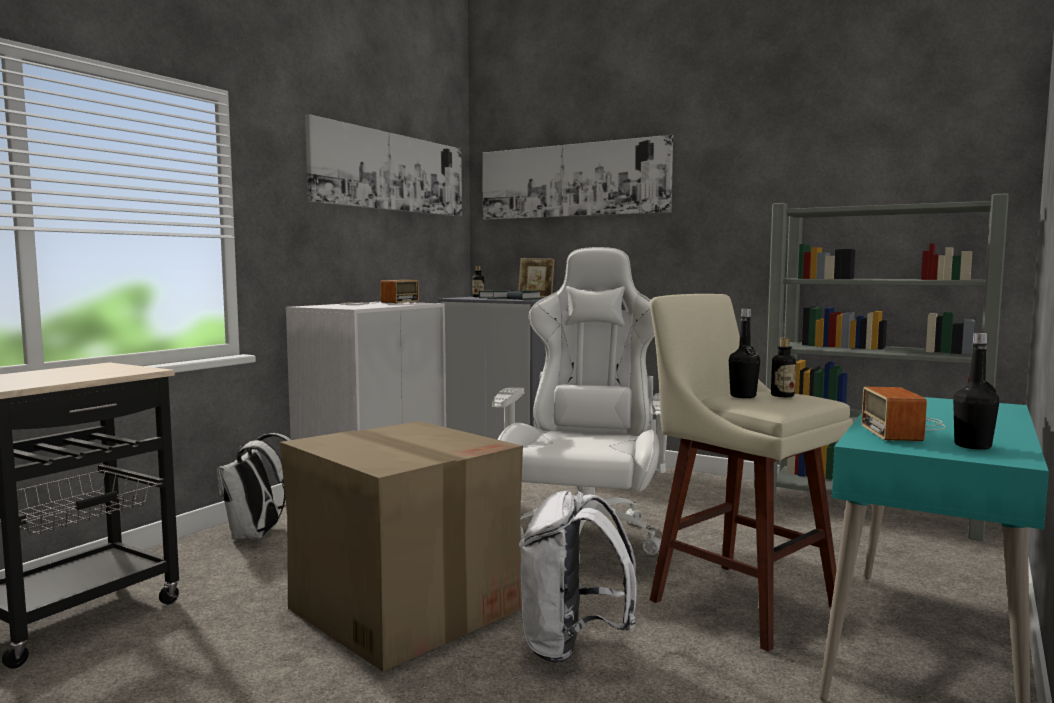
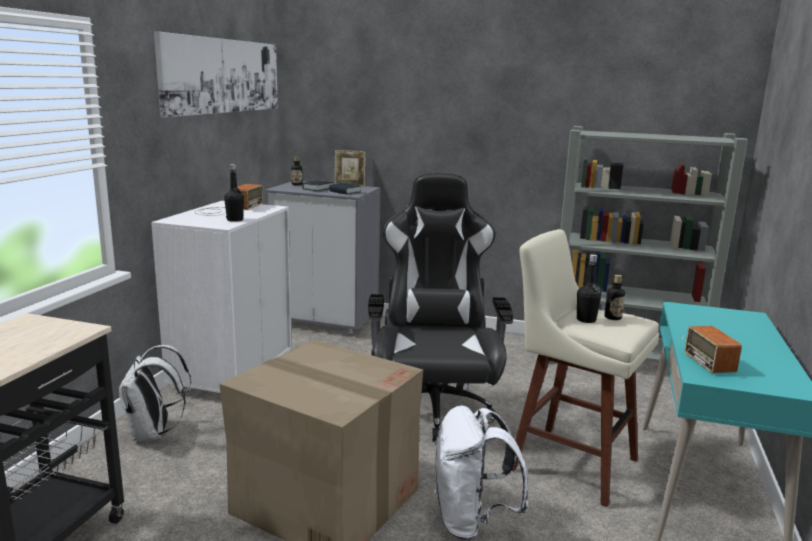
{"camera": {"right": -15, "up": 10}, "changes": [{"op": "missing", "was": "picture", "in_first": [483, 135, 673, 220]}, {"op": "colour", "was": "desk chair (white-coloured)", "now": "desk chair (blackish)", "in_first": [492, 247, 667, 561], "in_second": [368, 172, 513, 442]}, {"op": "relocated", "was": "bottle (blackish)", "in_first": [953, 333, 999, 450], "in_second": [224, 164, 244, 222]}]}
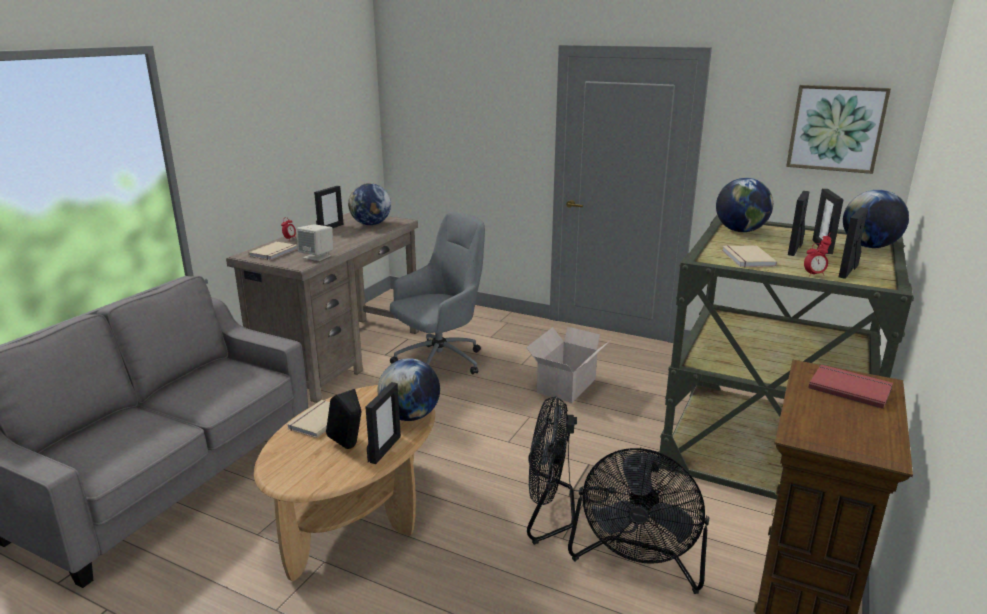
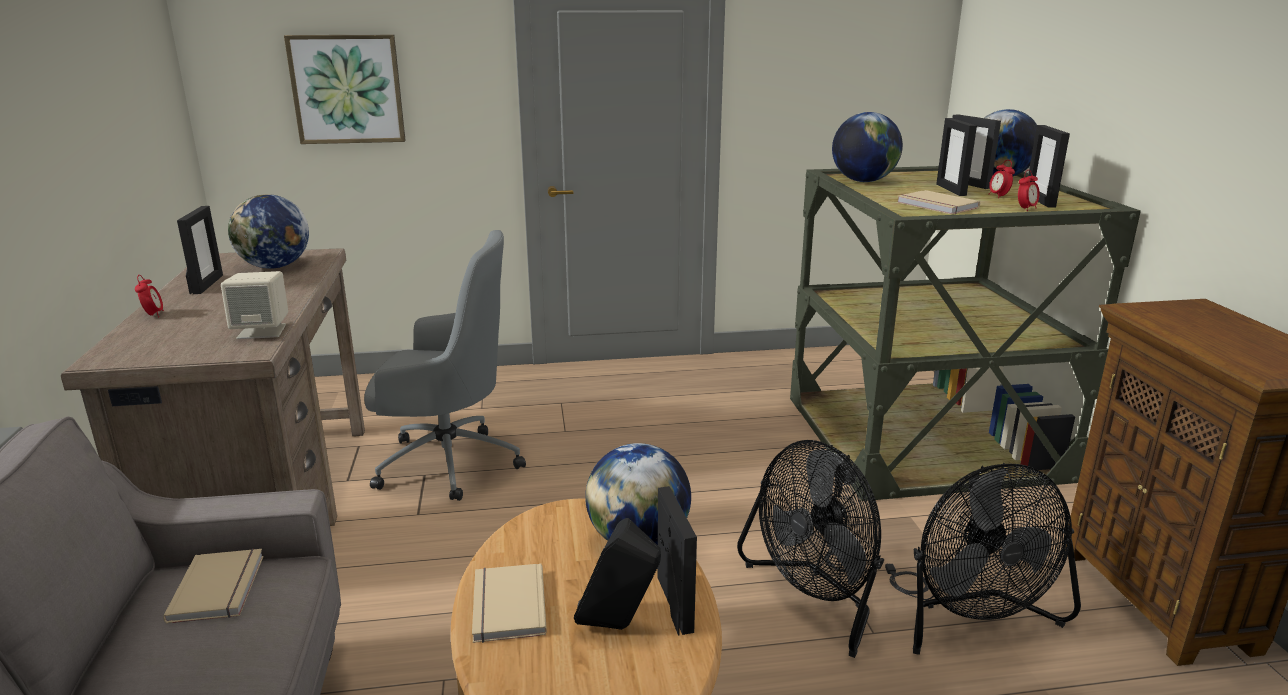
{"camera": {"right": -35, "up": 0}, "changes": [{"op": "relocated", "was": "book (beige-coloured)", "in_first": [248, 242, 298, 260], "in_second": [163, 549, 264, 624]}, {"op": "spun", "was": "desk chair (greyish)", "in_first": [390, 212, 485, 374], "in_second": [364, 230, 526, 501], "clockwise": 75}, {"op": "missing", "was": "packing box", "in_first": [526, 327, 610, 403]}, {"op": "relocated", "was": "picture", "in_first": [786, 85, 891, 174], "in_second": [284, 34, 405, 144]}, {"op": "missing", "was": "book (red-coloured)", "in_first": [809, 365, 893, 409]}]}
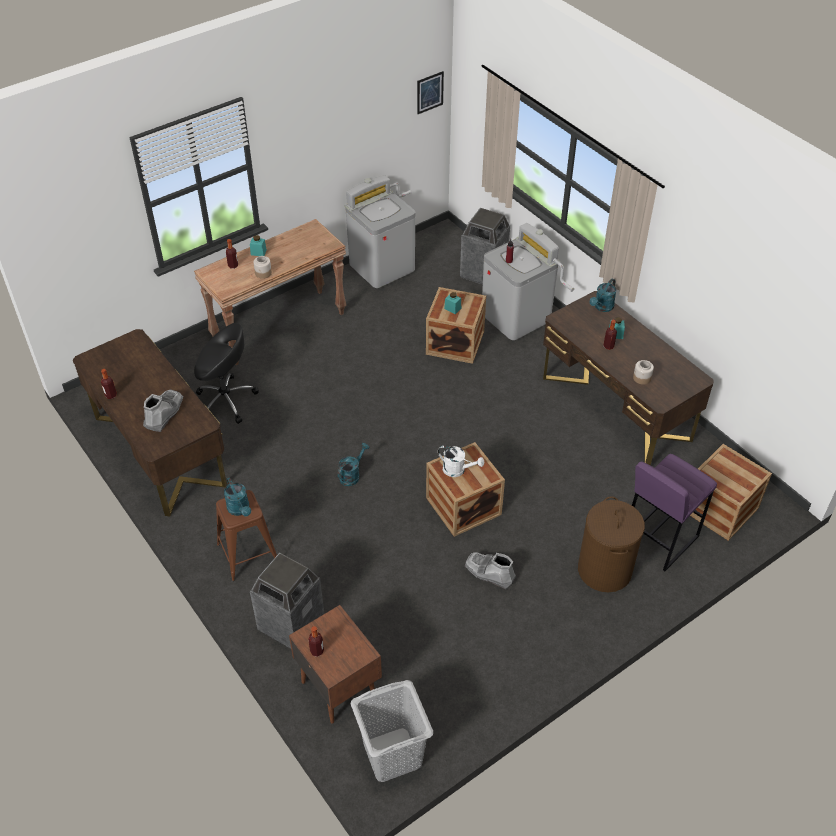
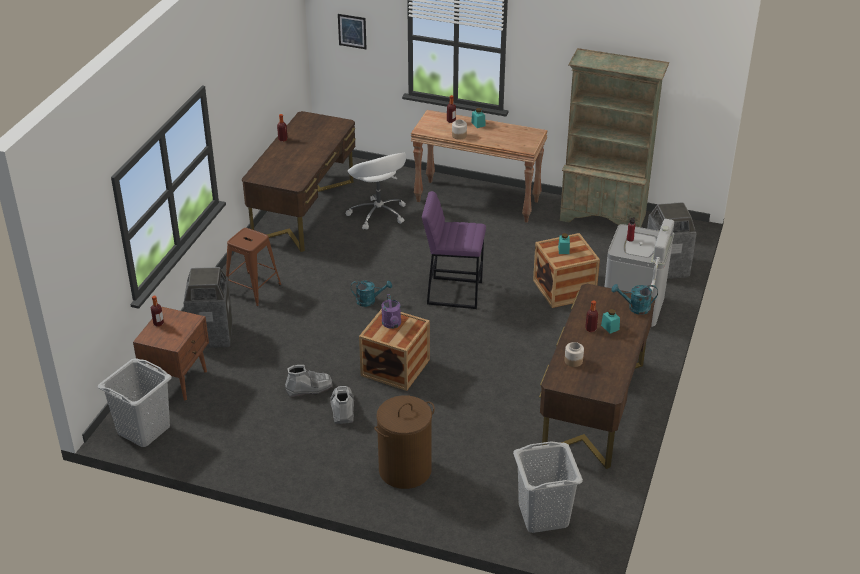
{"camera": {"right": 55, "up": -10}, "changes": [{"op": "relocated", "was": "tall boot (greyish)", "in_first": [143, 390, 184, 432], "in_second": [285, 365, 333, 397]}, {"op": "colour", "was": "desk chair (blackish)", "now": "desk chair (white-coloured)", "in_first": [194, 323, 259, 424], "in_second": [346, 153, 406, 230]}, {"op": "missing", "was": "watering can (turquoise-coloured)", "in_first": [224, 477, 251, 516]}, {"op": "exchanged", "was": "laundry machine (greyish)", "now": "shelving unit (green-coloured)", "in_first": [344, 175, 415, 288], "in_second": [560, 48, 670, 227]}, {"op": "relocated", "was": "picture", "in_first": [417, 71, 444, 114], "in_second": [338, 14, 367, 49]}, {"op": "colour", "was": "watering can (white-coloured)", "now": "watering can (purplish)", "in_first": [438, 445, 484, 477], "in_second": [381, 294, 401, 329]}, {"op": "relocated", "was": "stool (purplish)", "in_first": [632, 454, 717, 571], "in_second": [422, 191, 486, 309]}, {"op": "exchanged", "was": "crate", "now": "laundry basket (greyish)", "in_first": [690, 444, 772, 541], "in_second": [513, 441, 583, 533]}]}
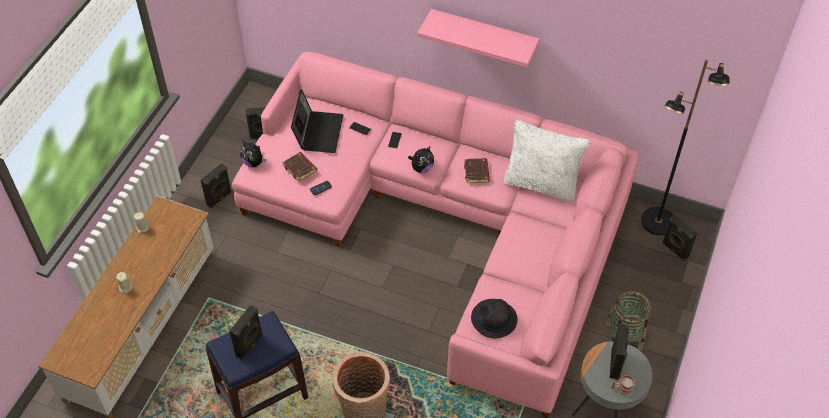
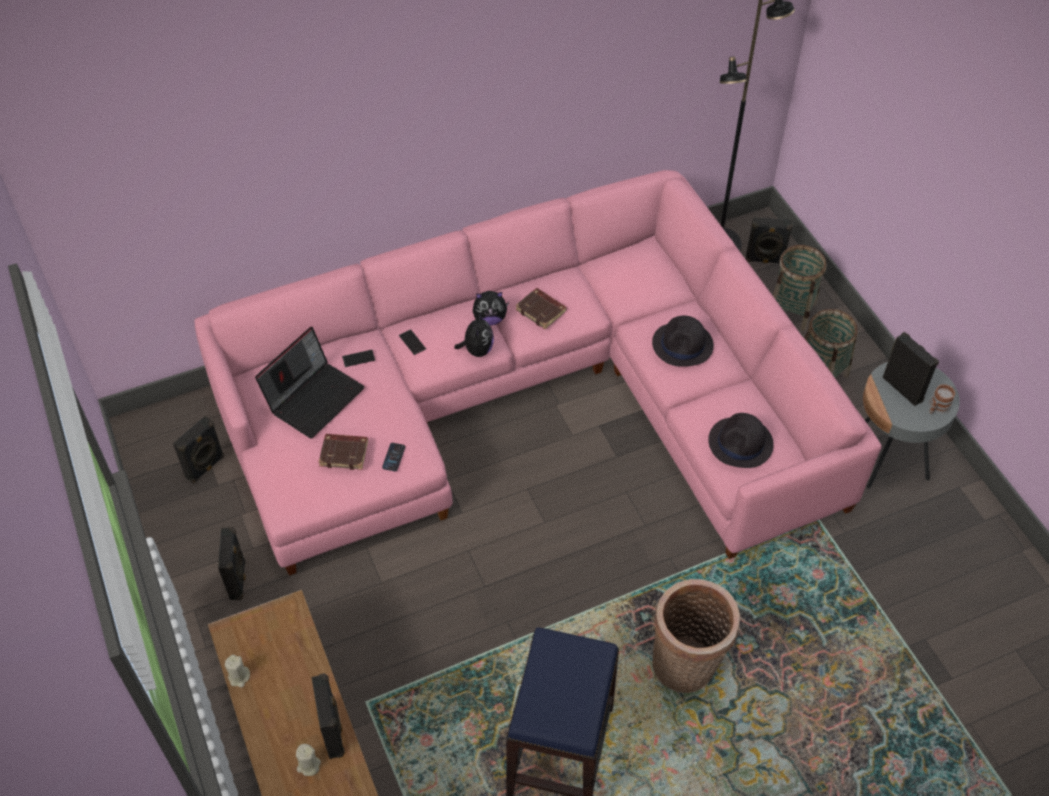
{"camera": {"right": -45, "up": 0}, "changes": [{"op": "relocated", "was": "loudspeaker (blackish)", "in_first": [229, 305, 263, 360], "in_second": [311, 673, 345, 759]}, {"op": "relocated", "was": "soft toy", "in_first": [240, 141, 267, 167], "in_second": [473, 291, 509, 326]}, {"op": "spun", "was": "notebook computer", "in_first": [291, 89, 343, 153], "in_second": [255, 327, 365, 438], "clockwise": 75}, {"op": "missing", "was": "shelf (pink)", "in_first": [417, 9, 540, 67]}, {"op": "missing", "was": "throw pillow (white-coloured)", "in_first": [504, 120, 591, 202]}, {"op": "appeared", "now": "wearable hat (blackish)", "in_second": [652, 316, 714, 366]}, {"op": "appeared", "now": "storage basket", "in_second": [773, 245, 827, 331]}]}
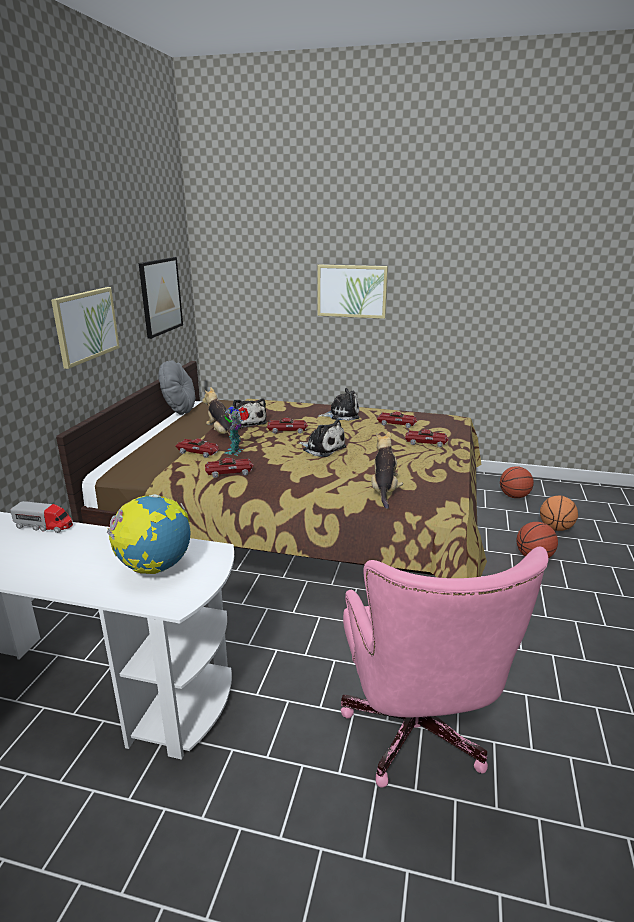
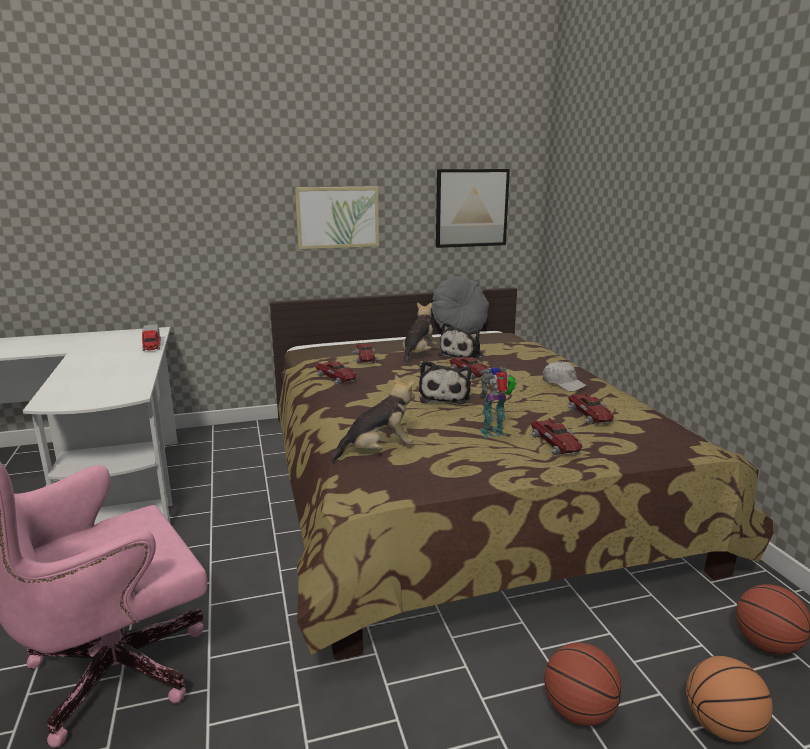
{"camera": {"right": 60, "up": -5}, "changes": [{"op": "missing", "was": "globe", "in_first": [107, 494, 190, 574]}, {"op": "relocated", "was": "toy robot", "in_first": [224, 406, 249, 456], "in_second": [479, 367, 517, 438]}, {"op": "missing", "was": "picture", "in_first": [318, 264, 388, 319]}, {"op": "exchanged", "was": "soft toy", "now": "cap (white-coloured)", "in_first": [318, 388, 360, 421], "in_second": [543, 361, 587, 392]}]}
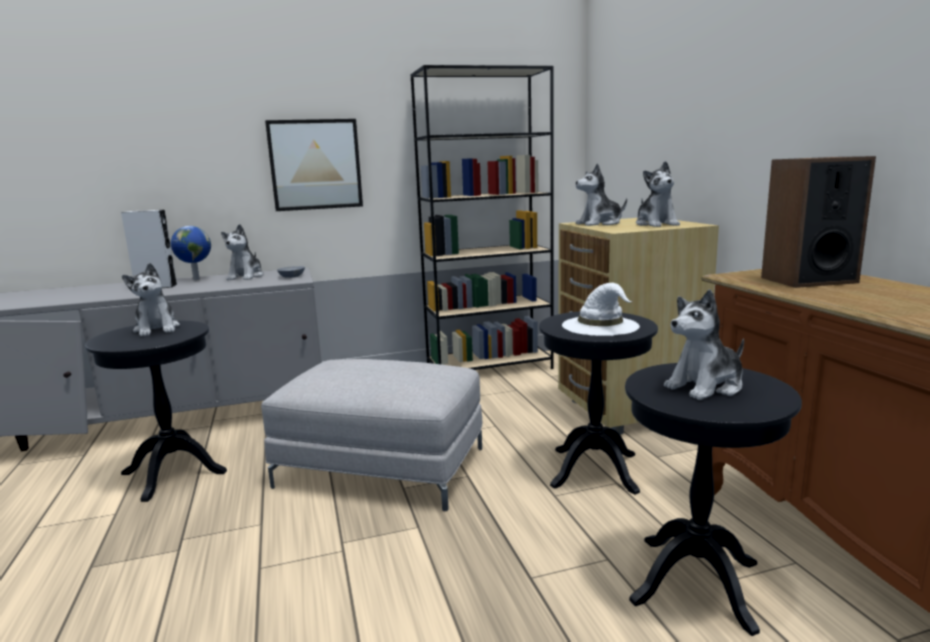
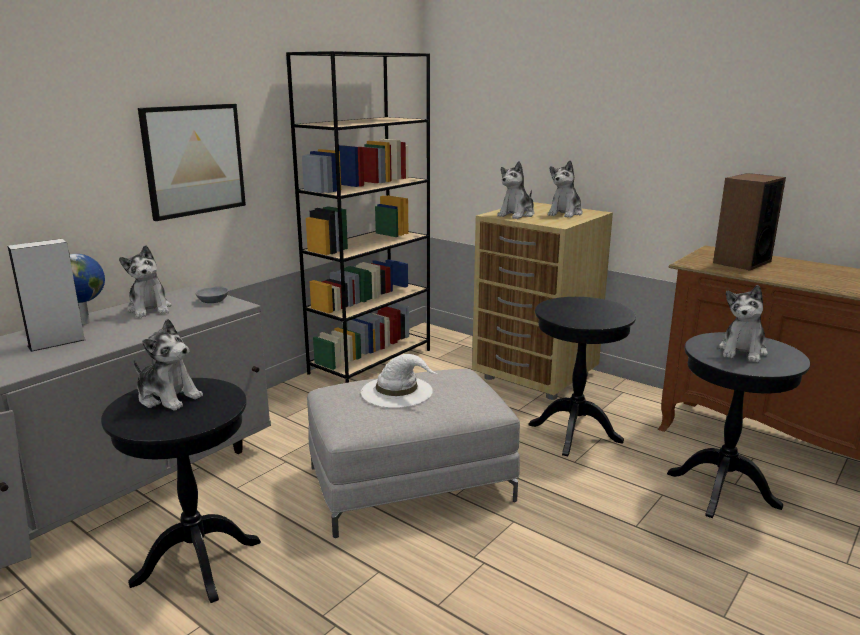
{"camera": {"right": -35, "up": 5}, "changes": [{"op": "relocated", "was": "wearable hat (white-coloured)", "in_first": [562, 283, 640, 336], "in_second": [361, 354, 439, 408]}, {"op": "spun", "was": "soft toy", "in_first": [636, 161, 680, 227], "in_second": [548, 160, 583, 218], "clockwise": 75}]}
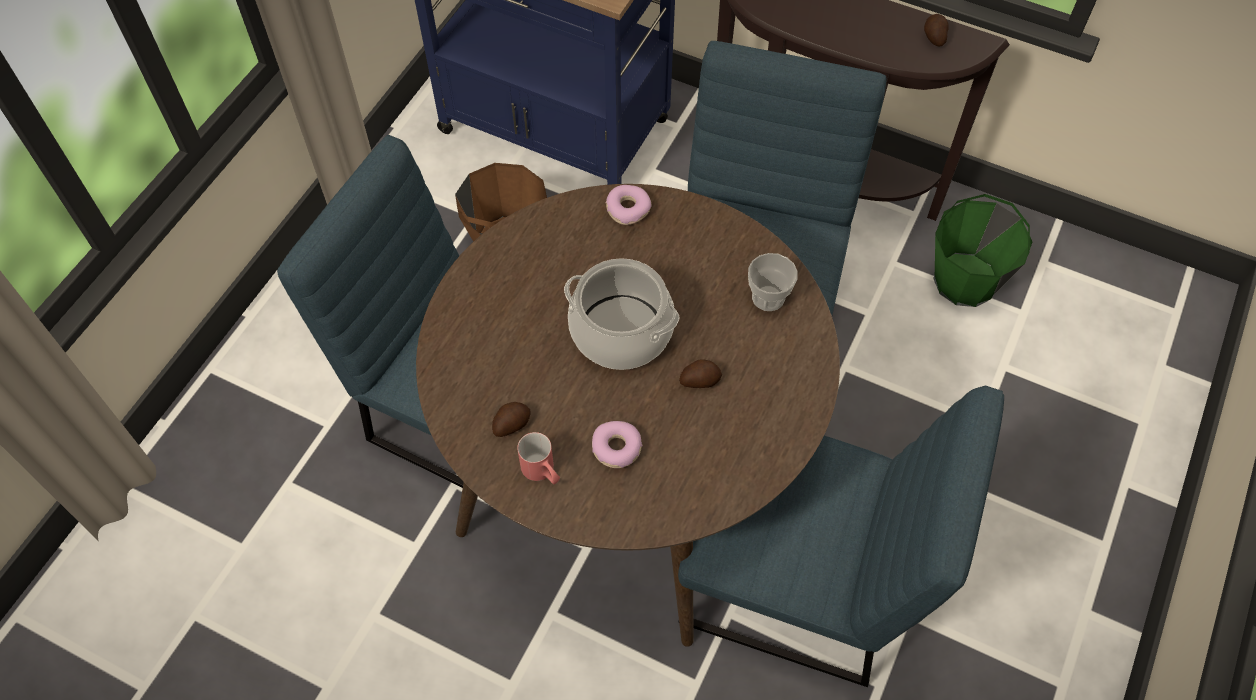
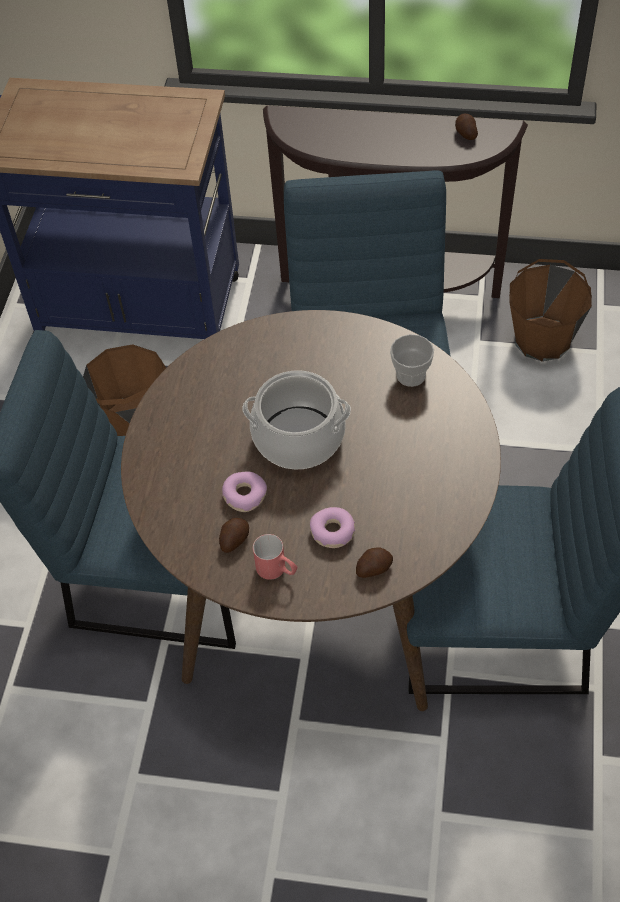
{"camera": {"right": -15, "up": -5}, "changes": [{"op": "relocated", "was": "donut", "in_first": [606, 185, 651, 225], "in_second": [222, 472, 267, 512]}, {"op": "relocated", "was": "spud", "in_first": [679, 359, 722, 388], "in_second": [356, 548, 393, 578]}, {"op": "colour", "was": "water bucket (green-coloured)", "now": "water bucket (brownish)", "in_first": [933, 194, 1032, 307], "in_second": [509, 259, 592, 362]}]}
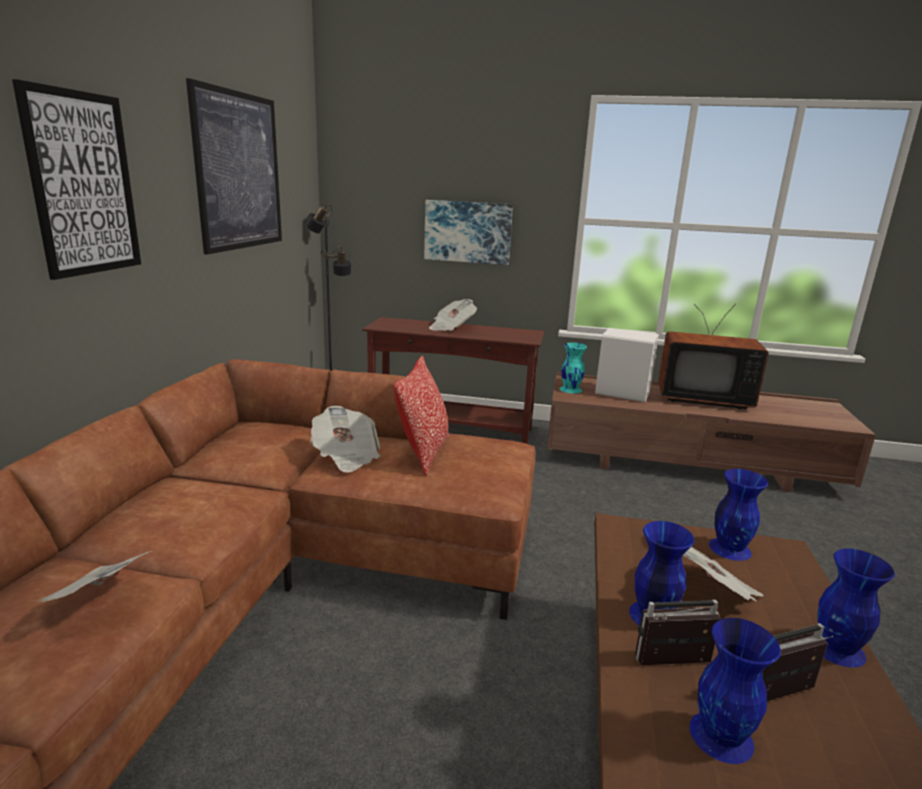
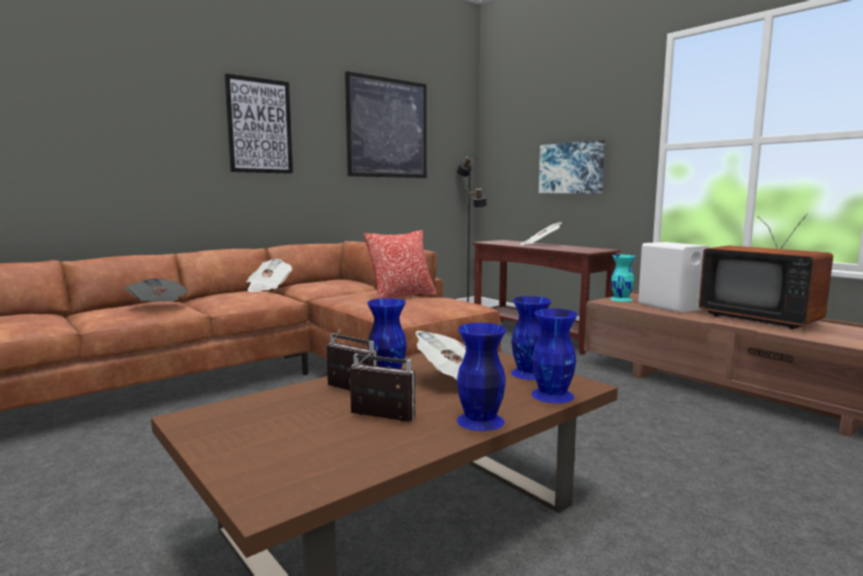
{"camera": {"right": 40, "up": -10}, "changes": [{"op": "relocated", "was": "printed paper", "in_first": [310, 406, 380, 473], "in_second": [246, 259, 292, 292]}, {"op": "relocated", "was": "flower vase (blue-coloured)", "in_first": [690, 618, 781, 764], "in_second": [531, 308, 578, 403]}]}
